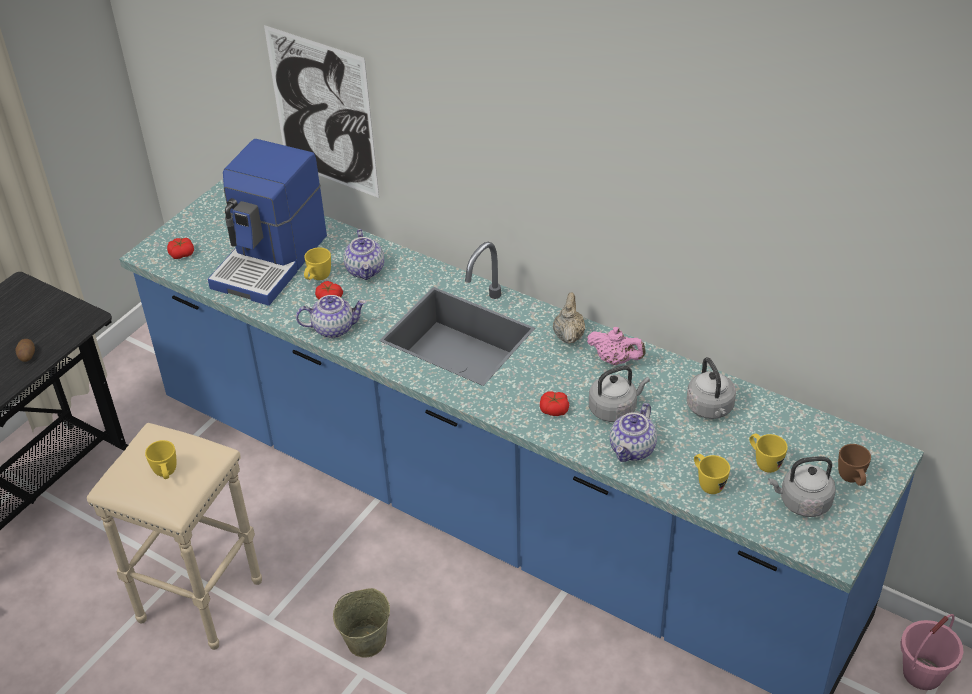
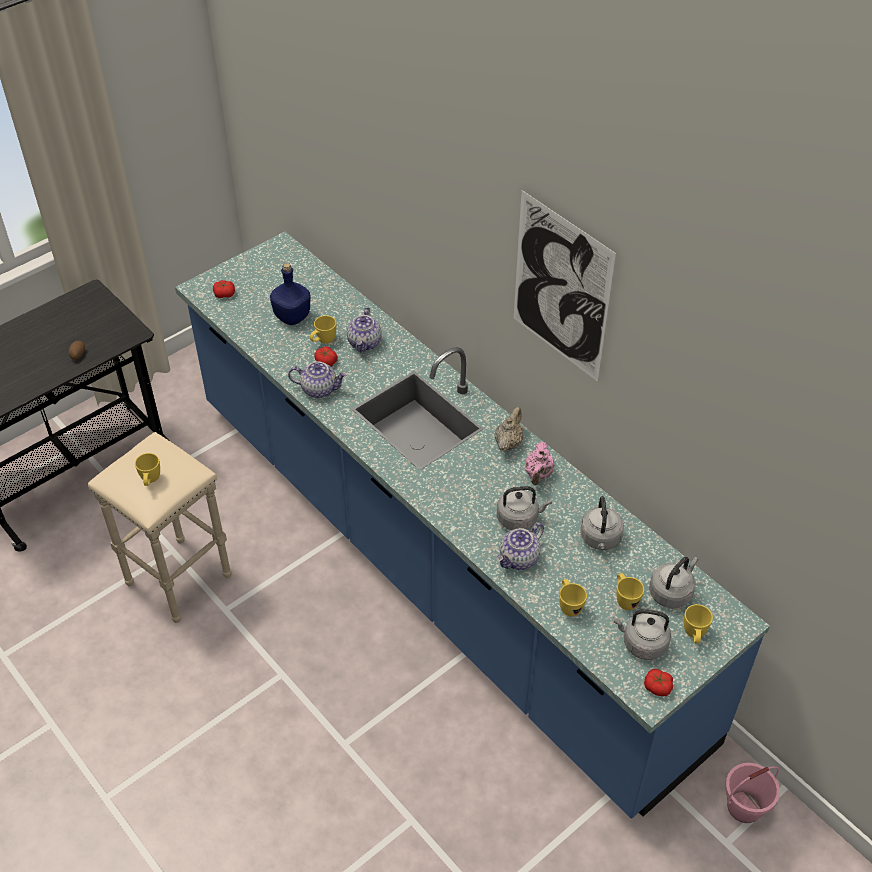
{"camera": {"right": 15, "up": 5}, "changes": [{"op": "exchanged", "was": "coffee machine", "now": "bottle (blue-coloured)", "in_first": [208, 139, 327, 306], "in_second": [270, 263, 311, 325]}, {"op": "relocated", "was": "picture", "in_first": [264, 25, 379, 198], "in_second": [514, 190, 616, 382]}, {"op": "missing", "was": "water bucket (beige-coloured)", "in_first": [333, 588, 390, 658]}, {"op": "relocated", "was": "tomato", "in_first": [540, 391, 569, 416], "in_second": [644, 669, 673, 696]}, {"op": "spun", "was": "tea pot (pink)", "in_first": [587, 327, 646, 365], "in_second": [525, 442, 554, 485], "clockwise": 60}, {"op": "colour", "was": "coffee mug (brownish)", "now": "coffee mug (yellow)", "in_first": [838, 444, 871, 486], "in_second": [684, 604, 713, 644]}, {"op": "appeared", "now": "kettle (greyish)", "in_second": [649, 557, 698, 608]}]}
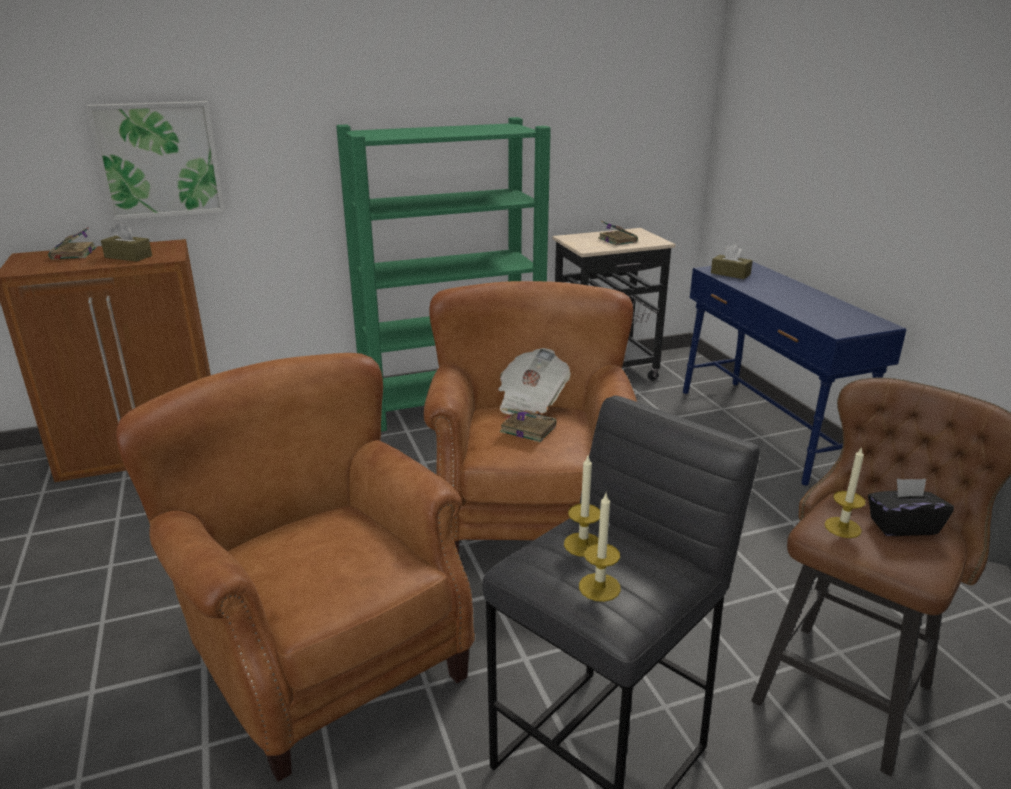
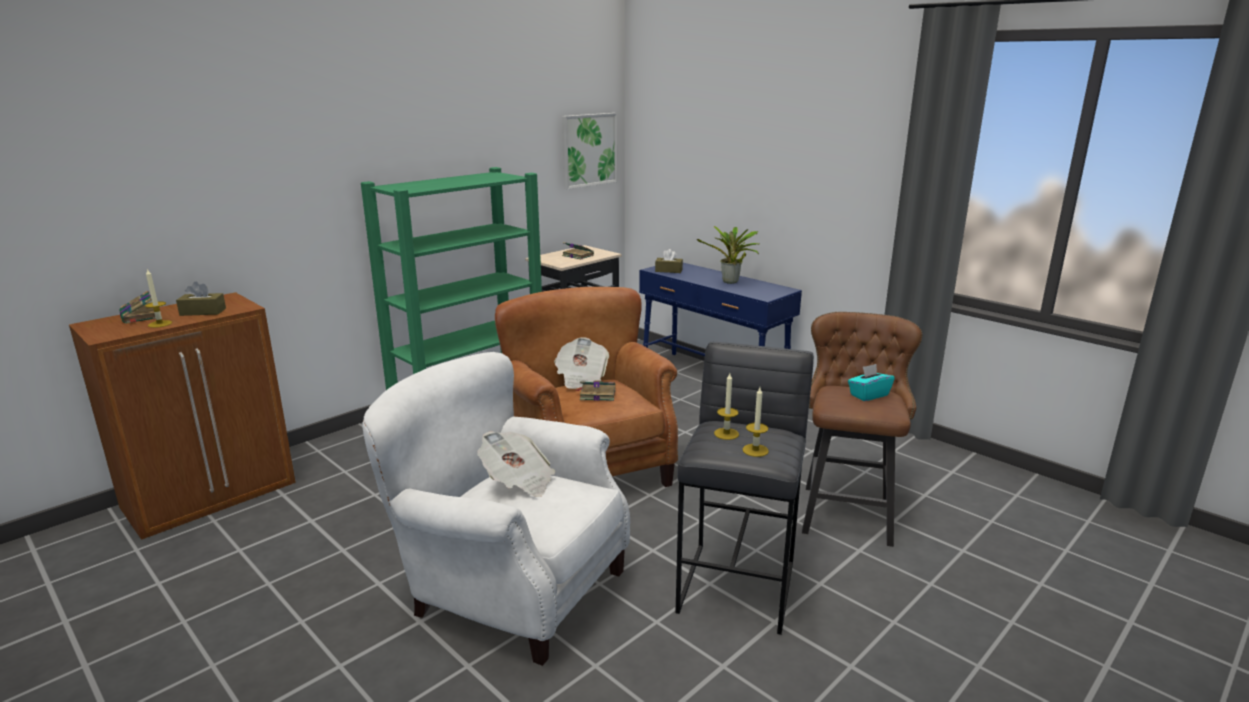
{"camera": {"right": -25, "up": -5}, "changes": [{"op": "relocated", "was": "picture", "in_first": [86, 101, 225, 221], "in_second": [562, 113, 617, 189]}, {"op": "colour", "was": "easy chair (brownish)", "now": "easy chair (white-coloured)", "in_first": [116, 353, 475, 782], "in_second": [363, 352, 630, 666]}, {"op": "relocated", "was": "candle", "in_first": [824, 446, 866, 538], "in_second": [145, 269, 172, 328]}, {"op": "colour", "was": "tissue box (blackish)", "now": "tissue box (turquoise-coloured)", "in_first": [868, 479, 954, 536], "in_second": [848, 364, 895, 401]}, {"op": "appeared", "now": "printed paper", "in_second": [477, 431, 555, 497]}, {"op": "appeared", "now": "houseplant", "in_second": [697, 226, 760, 284]}]}
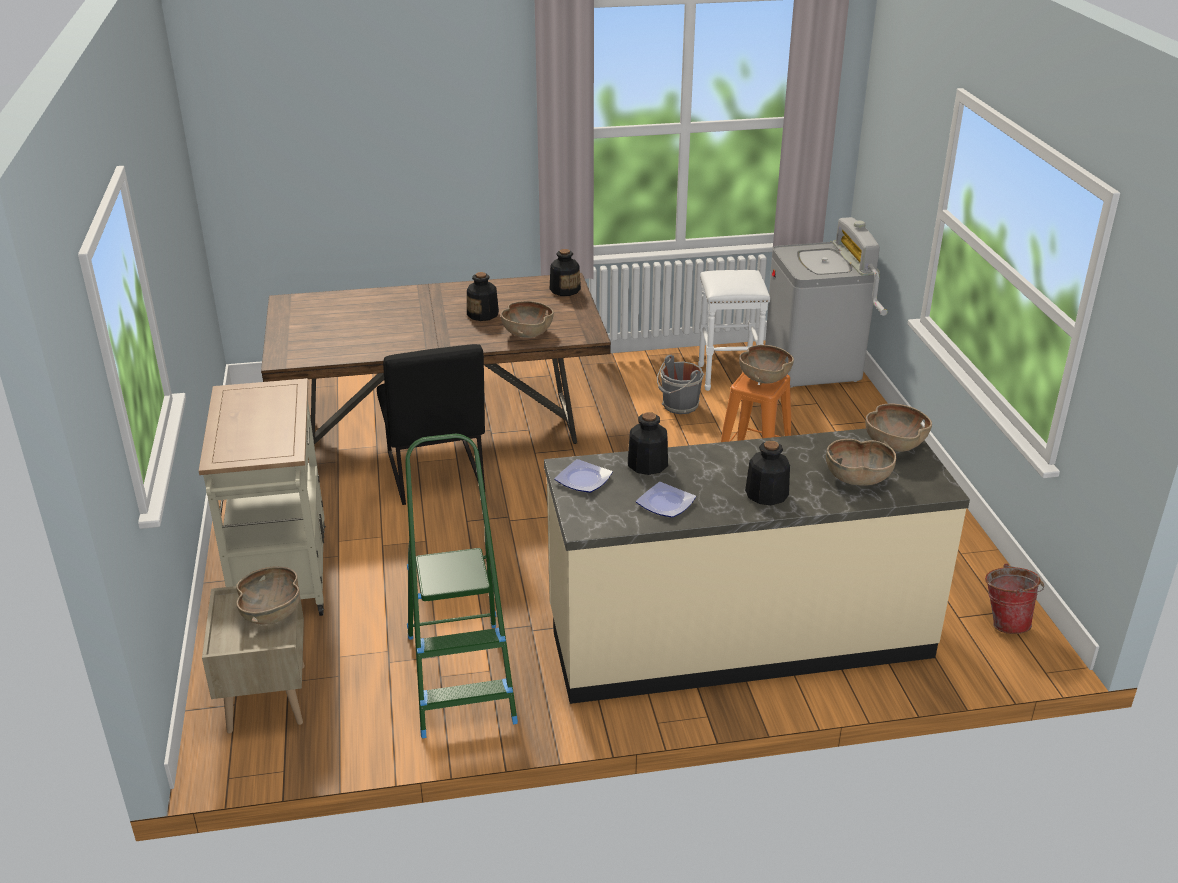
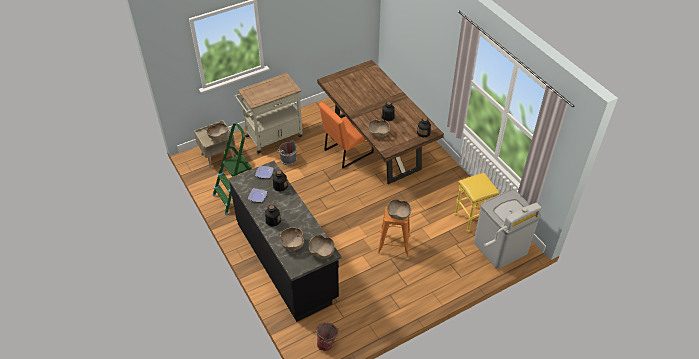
{"camera": {"right": 70, "up": 15}, "changes": [{"op": "colour", "was": "chair (blackish)", "now": "chair (orange-coloured)", "in_first": [377, 344, 485, 505], "in_second": [319, 102, 374, 169]}, {"op": "colour", "was": "kitchen base unit (beige-coloured)", "now": "kitchen base unit (blackish)", "in_first": [544, 429, 970, 704], "in_second": [229, 161, 341, 322]}, {"op": "relocated", "was": "water bucket (greyish)", "in_first": [657, 355, 705, 414], "in_second": [277, 140, 297, 165]}, {"op": "colour", "was": "stool (white-coloured)", "now": "stool (yellow)", "in_first": [698, 270, 770, 391], "in_second": [455, 173, 499, 232]}]}
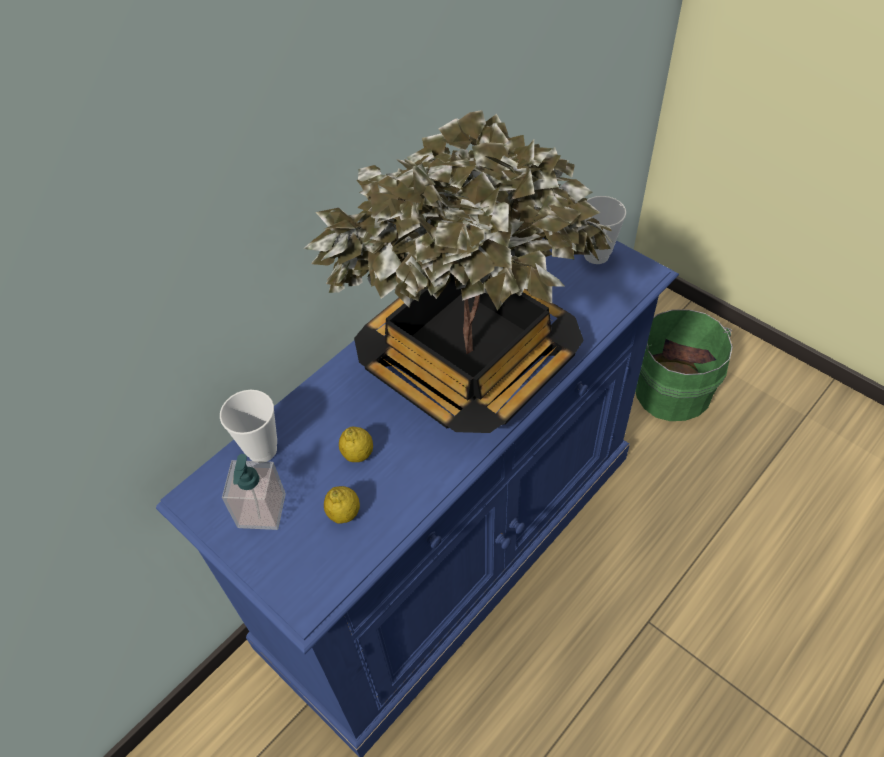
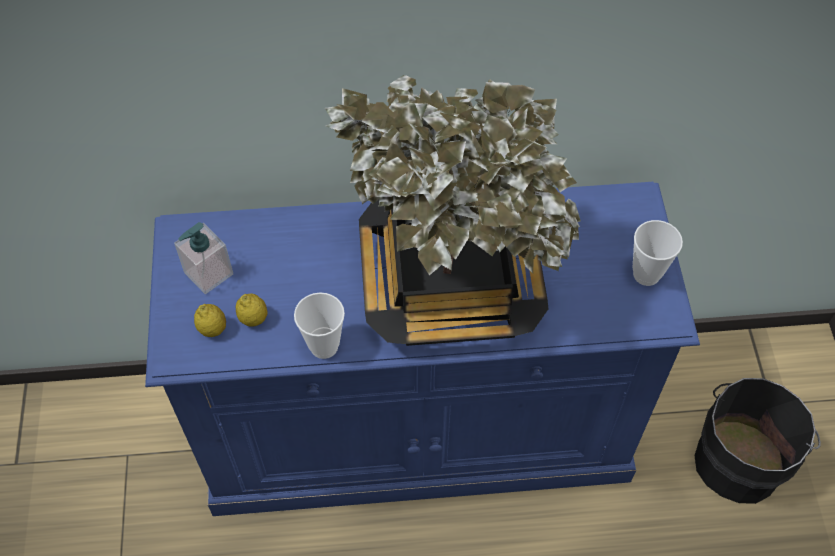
{"camera": {"right": 40, "up": 5}, "changes": [{"op": "relocated", "was": "small cup", "in_first": [220, 390, 277, 461], "in_second": [294, 293, 345, 359]}, {"op": "relocated", "was": "citrus fruit", "in_first": [339, 427, 373, 462], "in_second": [194, 304, 226, 337]}, {"op": "colour", "was": "water bucket (green-coloured)", "now": "water bucket (blackish)", "in_first": [635, 309, 733, 421], "in_second": [694, 378, 821, 504]}]}
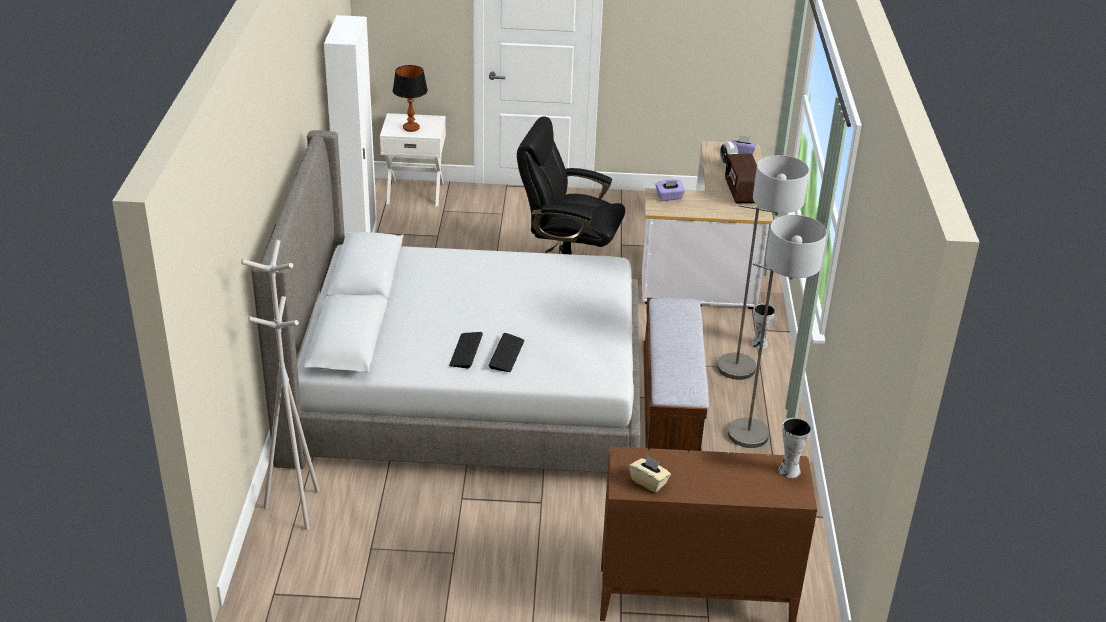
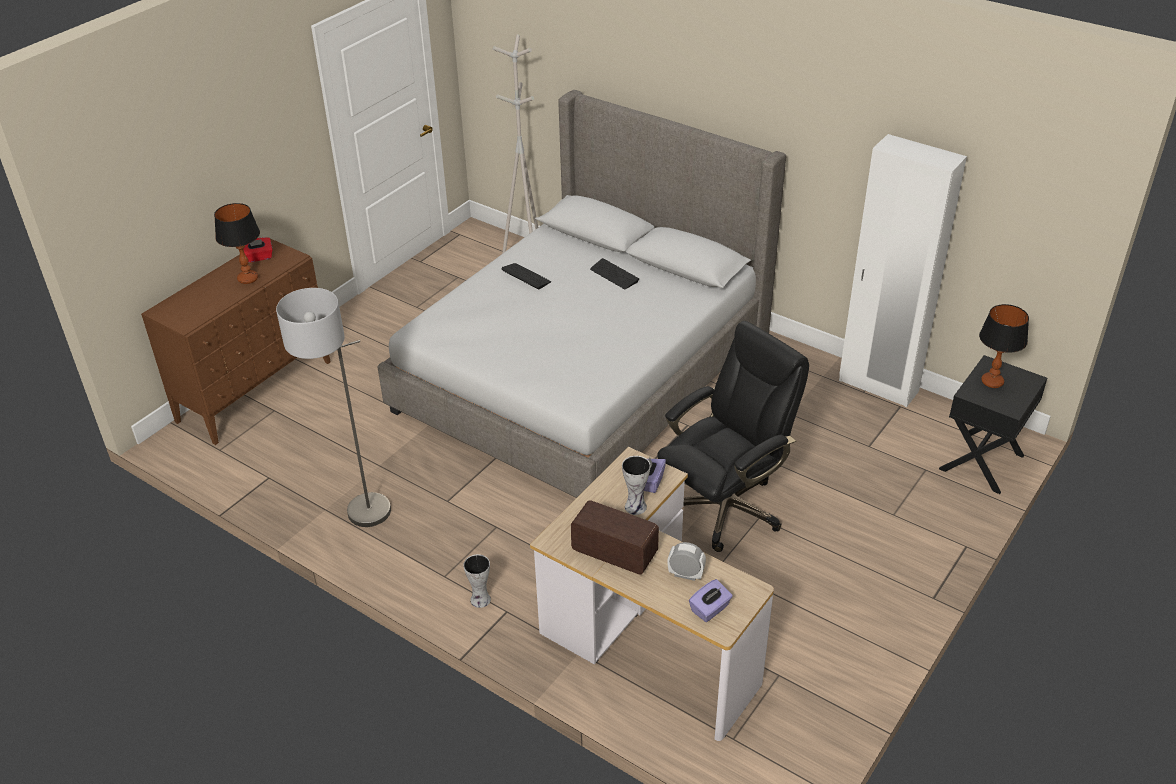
{"camera": {"right": 125, "up": 5}, "changes": [{"op": "colour", "was": "night table (white-coloured)", "now": "night table (blackish)", "in_first": [380, 113, 446, 207], "in_second": [939, 355, 1047, 494]}, {"op": "relocated", "was": "keyboard", "in_first": [488, 333, 524, 372], "in_second": [590, 258, 639, 289]}, {"op": "colour", "was": "tissue box (beige-coloured)", "now": "tissue box (red-coloured)", "in_first": [629, 455, 671, 493], "in_second": [243, 237, 273, 262]}, {"op": "missing", "was": "long seat", "in_first": [643, 298, 709, 452]}, {"op": "missing", "was": "standard lamp (greyish)", "in_first": [717, 155, 809, 380]}, {"op": "relocated", "was": "flower vase", "in_first": [778, 418, 811, 478], "in_second": [622, 456, 651, 515]}, {"op": "appeared", "now": "lamp for a table", "in_second": [214, 203, 260, 284]}]}
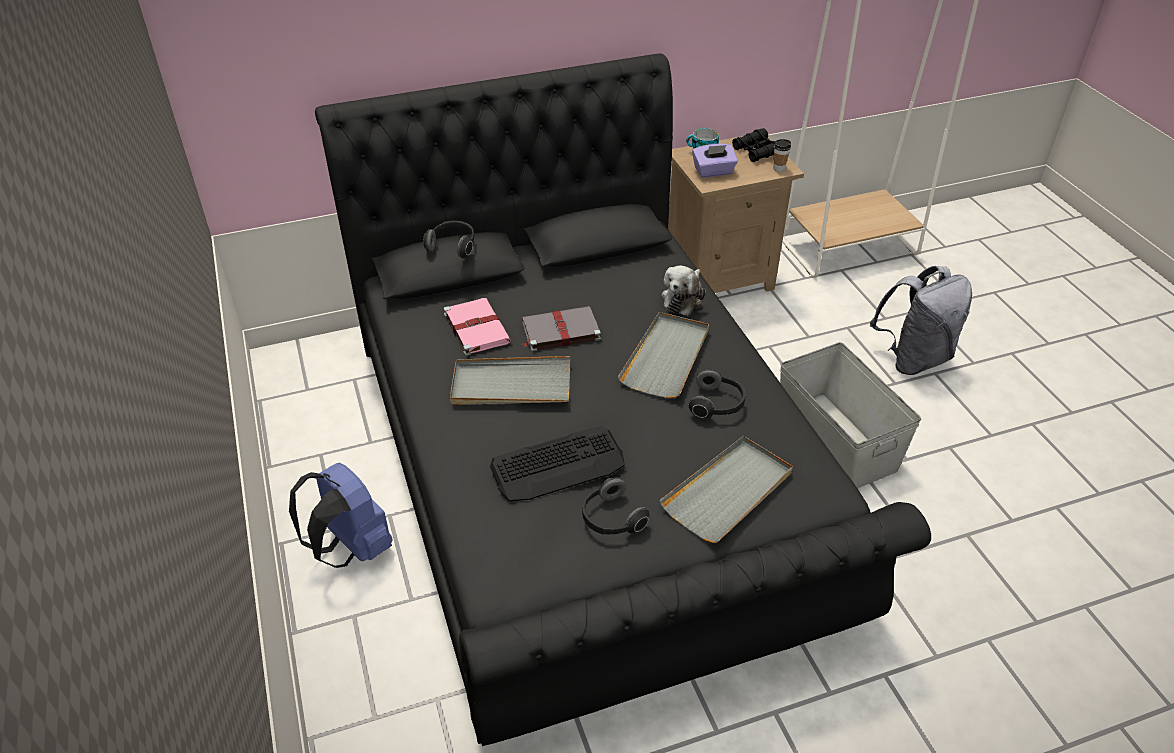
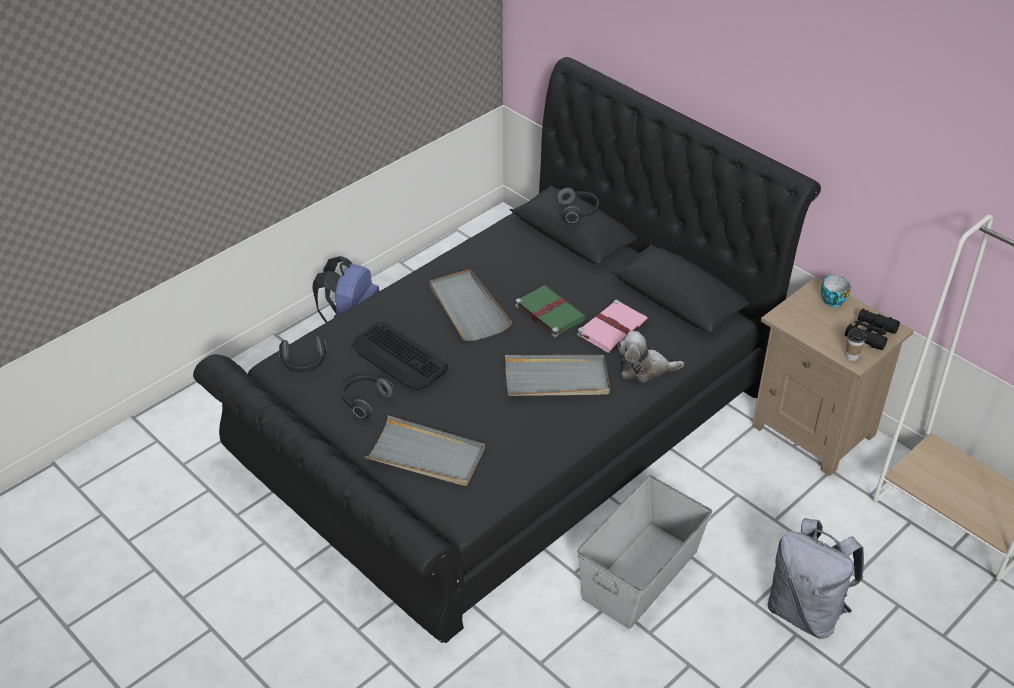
{"camera": {"right": 65, "up": 0}, "changes": [{"op": "relocated", "was": "book (pink)", "in_first": [444, 298, 511, 356], "in_second": [577, 300, 648, 353]}, {"op": "colour", "was": "book (greyish)", "now": "book (green-coloured)", "in_first": [522, 306, 601, 352], "in_second": [515, 285, 586, 337]}, {"op": "relocated", "was": "pair of headphones", "in_first": [689, 369, 746, 419], "in_second": [279, 336, 327, 373]}, {"op": "missing", "was": "tissue box (purplish)", "in_first": [692, 143, 738, 178]}]}
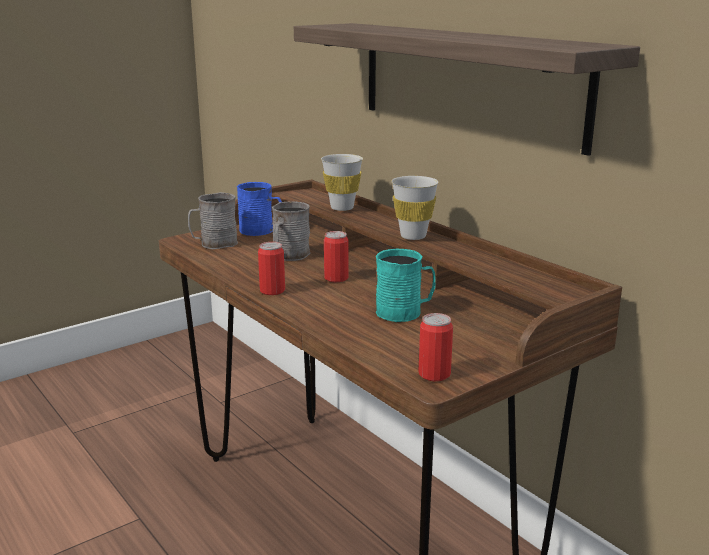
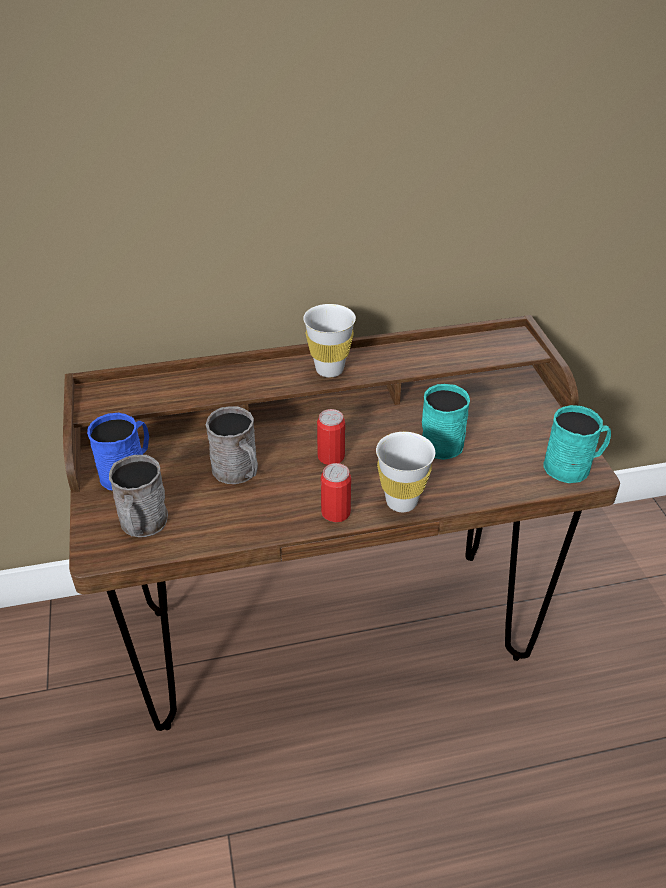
{"camera": {"right": -65, "up": 20}, "changes": [{"op": "missing", "was": "shelf", "in_first": [294, 23, 640, 156]}, {"op": "relocated", "was": "small cup (white-coloured)", "in_first": [321, 154, 363, 211], "in_second": [376, 432, 435, 512]}, {"op": "exchanged", "was": "metal can", "now": "coffee mug (turquoise-coloured)", "in_first": [418, 313, 453, 381], "in_second": [543, 405, 611, 483]}]}
